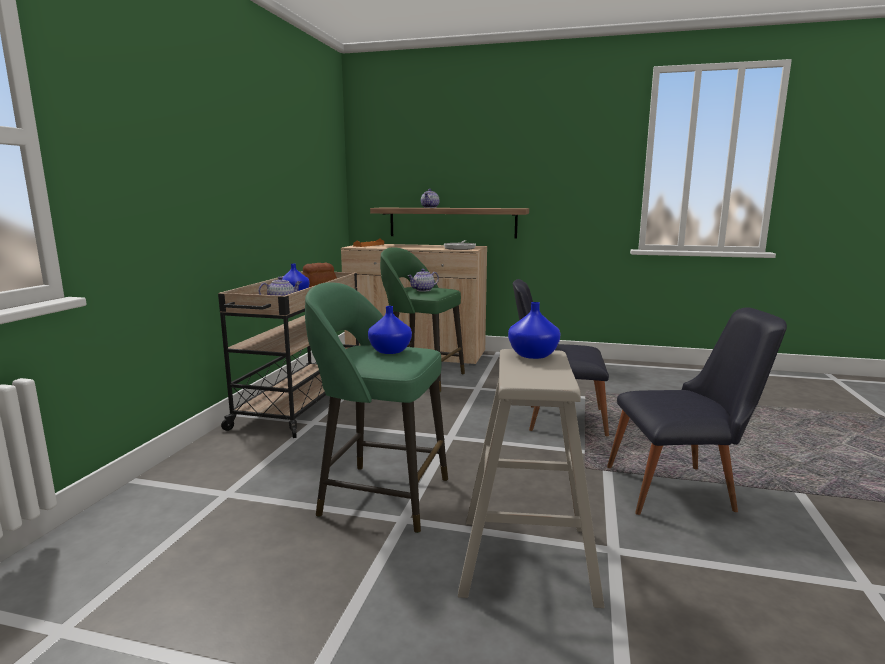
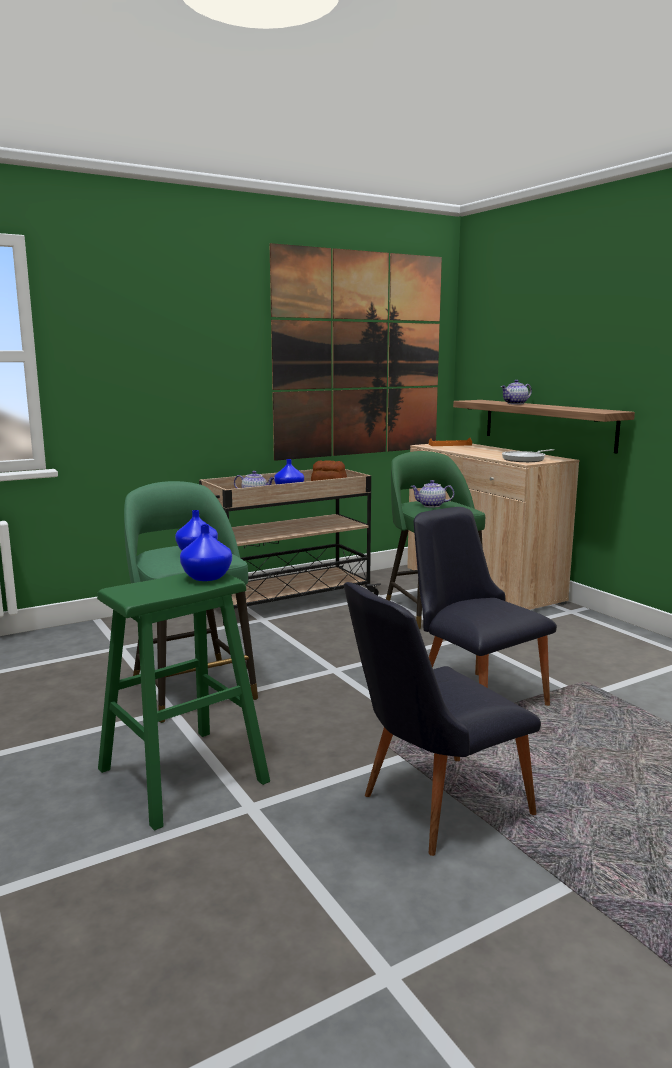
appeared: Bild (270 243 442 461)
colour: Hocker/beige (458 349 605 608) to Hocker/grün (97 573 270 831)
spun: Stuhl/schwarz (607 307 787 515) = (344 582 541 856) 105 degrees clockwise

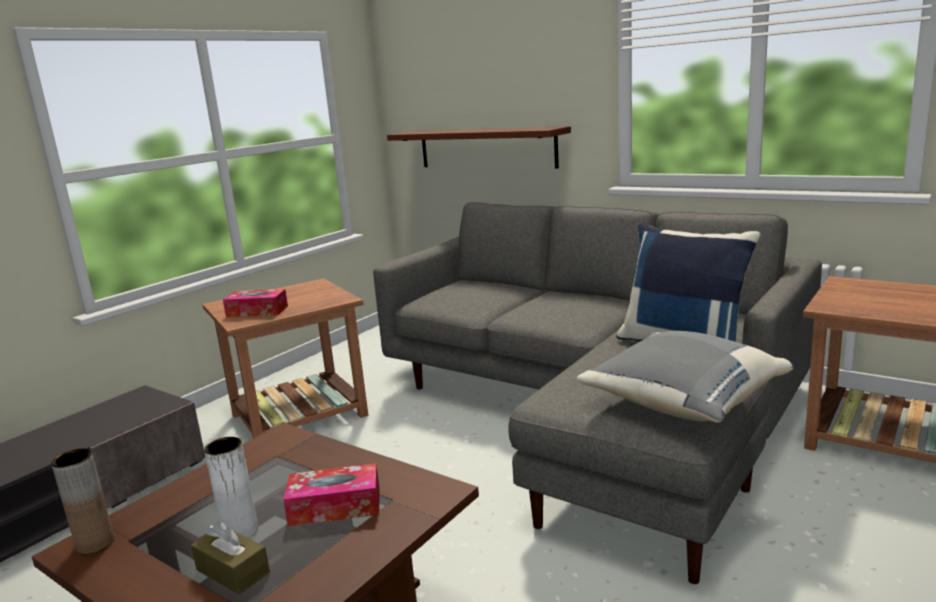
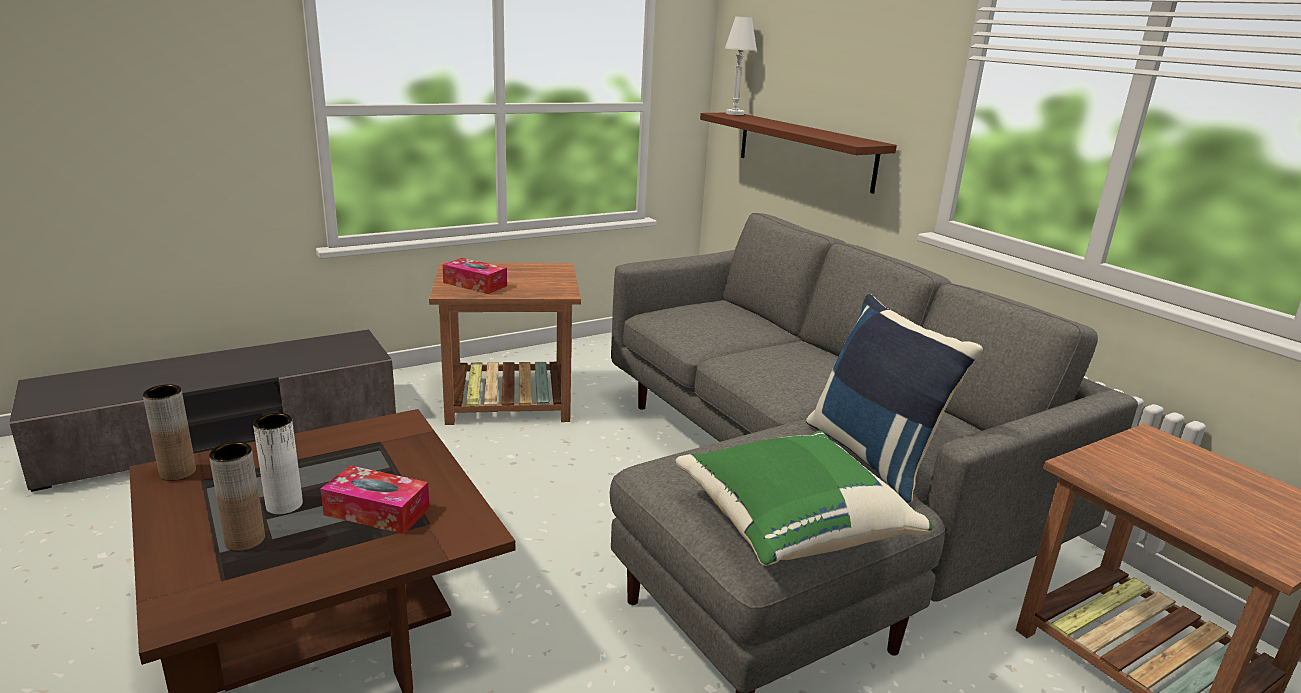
appeared: Tischlampe/weiß (725 17 757 115)
exchanged: Taschentuchbox/braun (191 521 270 595) to Vase/braun (209 442 265 551)
colour: Kissen/grau (577 331 793 423) to Kissen/grün (676 431 933 566)

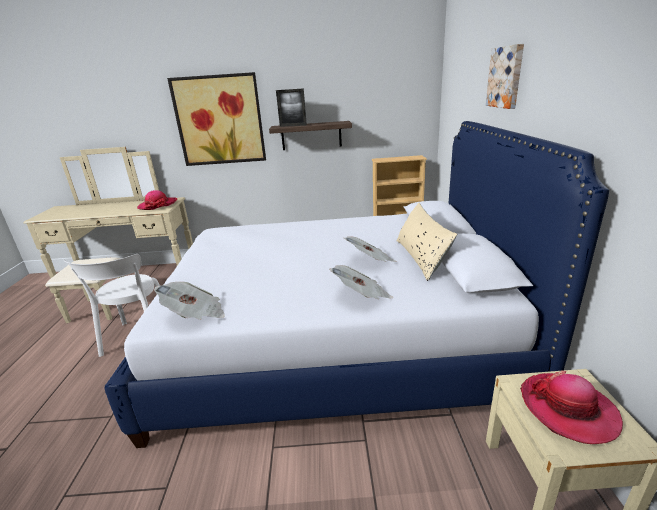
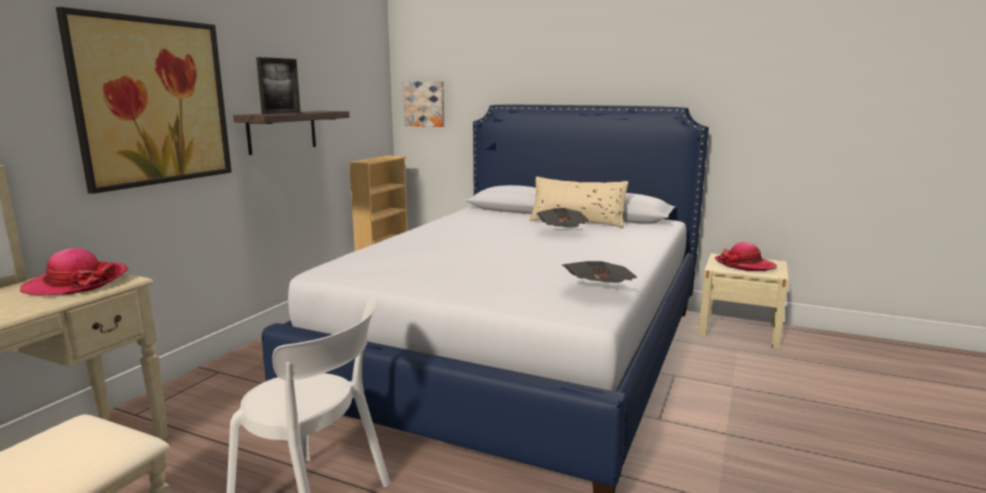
missing: Zeitung (329 265 393 300)
relocated: Bild (486 44 524 109) to (403 81 445 127)

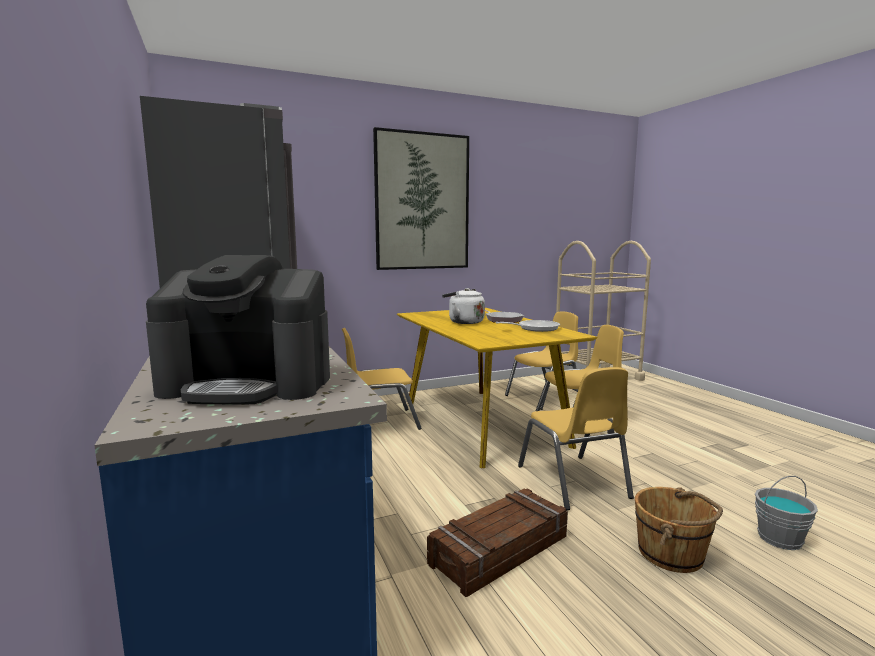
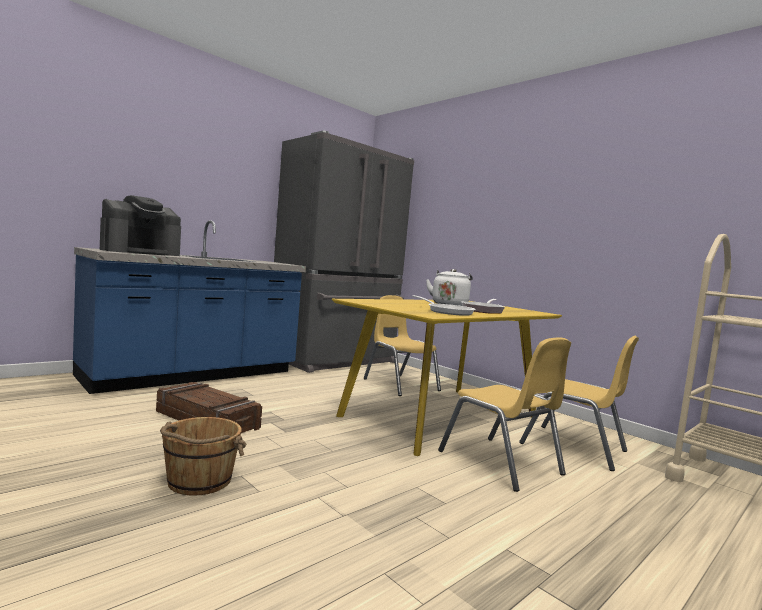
missing: Bild (373 127 469 270); Stuhl/gelb (518 367 634 510); Eimer/grau (755 476 818 550)
spun: Kaffeemaschine (146 255 330 404) = (100 195 181 256) 120 degrees counterclockwise

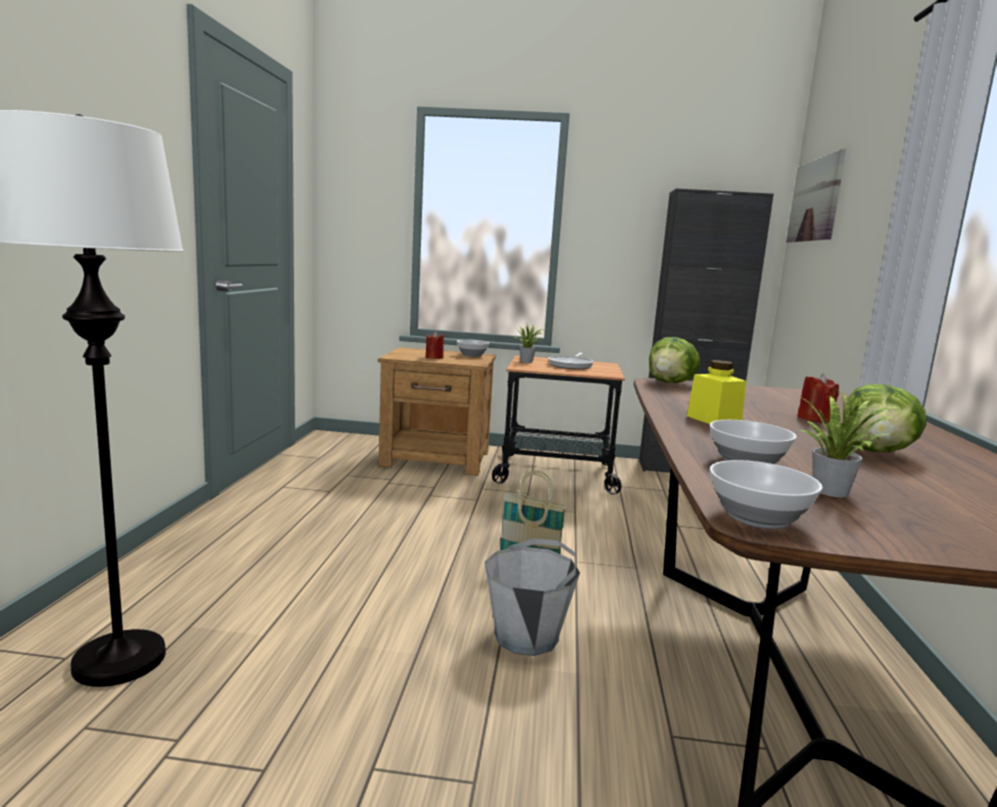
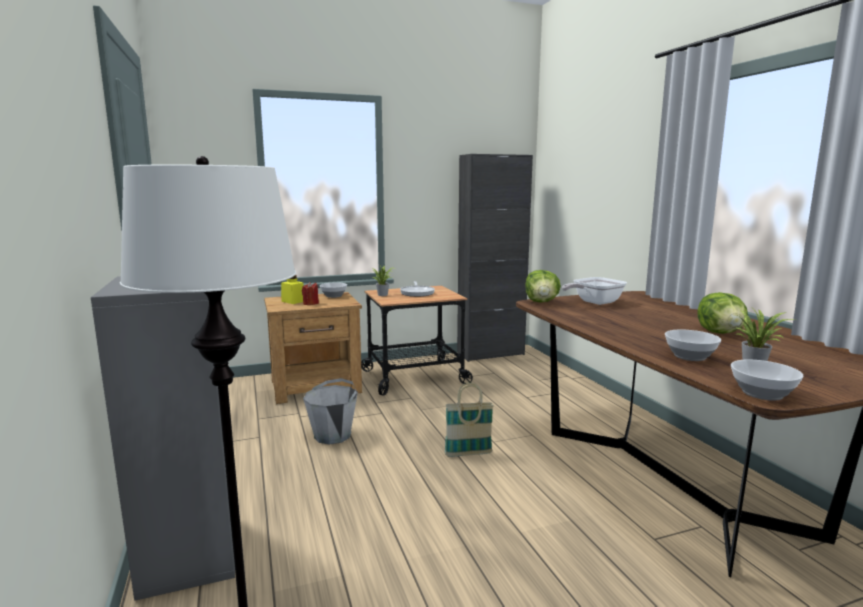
missing: Bild (786 149 846 243); Kerze/rot (797 374 839 423)
appeared: Bücherregal/grau (91 276 235 601); Pfanne (562 277 627 305)
relocated: Vorratsglas/gelb (687 360 746 424) to (281 275 304 304); Eimer/grau (485 539 580 656) to (303 378 358 445)

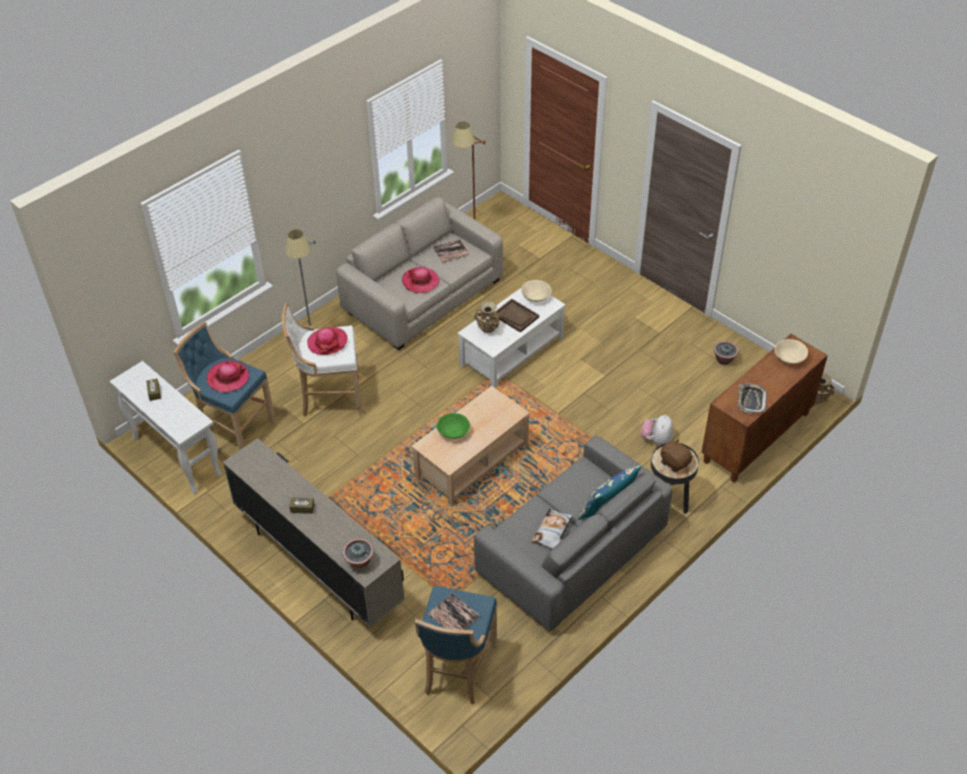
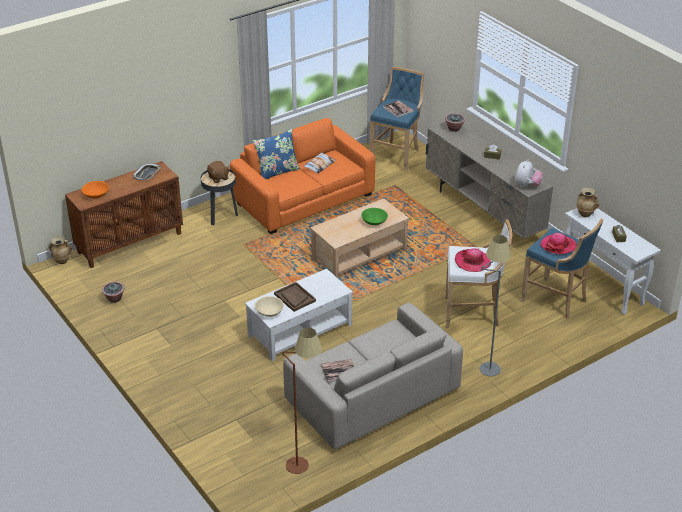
missing: Hut (402 266 440 293)
relocated: Vase/beige (474 301 499 333) to (576 187 600 217); Plüschtier (641 415 673 445) to (515 159 543 188)
colour: Schüssel/beige (775 339 808 364) to Schüssel/orange (82 181 109 199); Sofa/grau (474 436 672 631) to Sofa/orange (230 118 375 234)

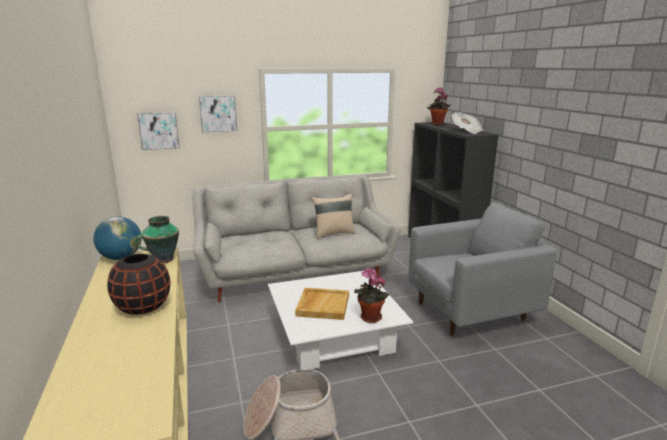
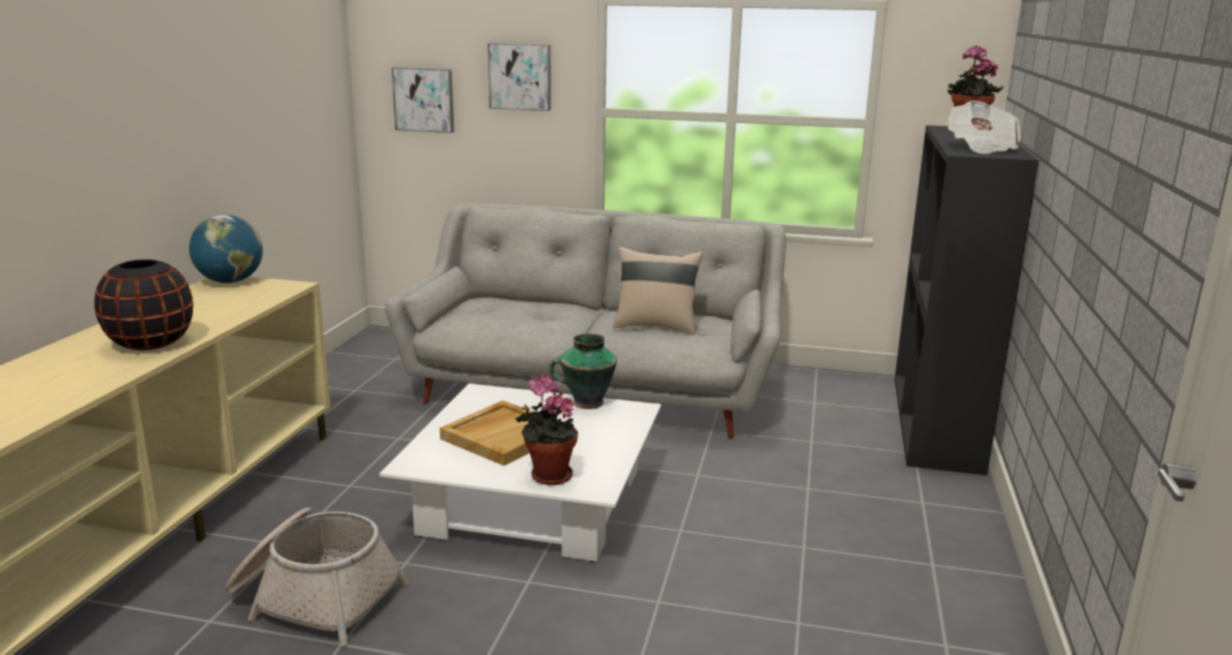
missing: Sessel/grau (408 202 557 336)
relocated: Vase (135 216 179 263) to (549 333 617 409)

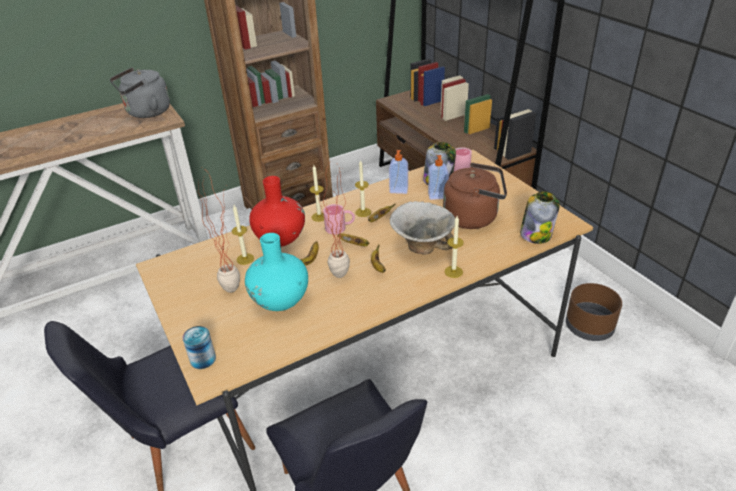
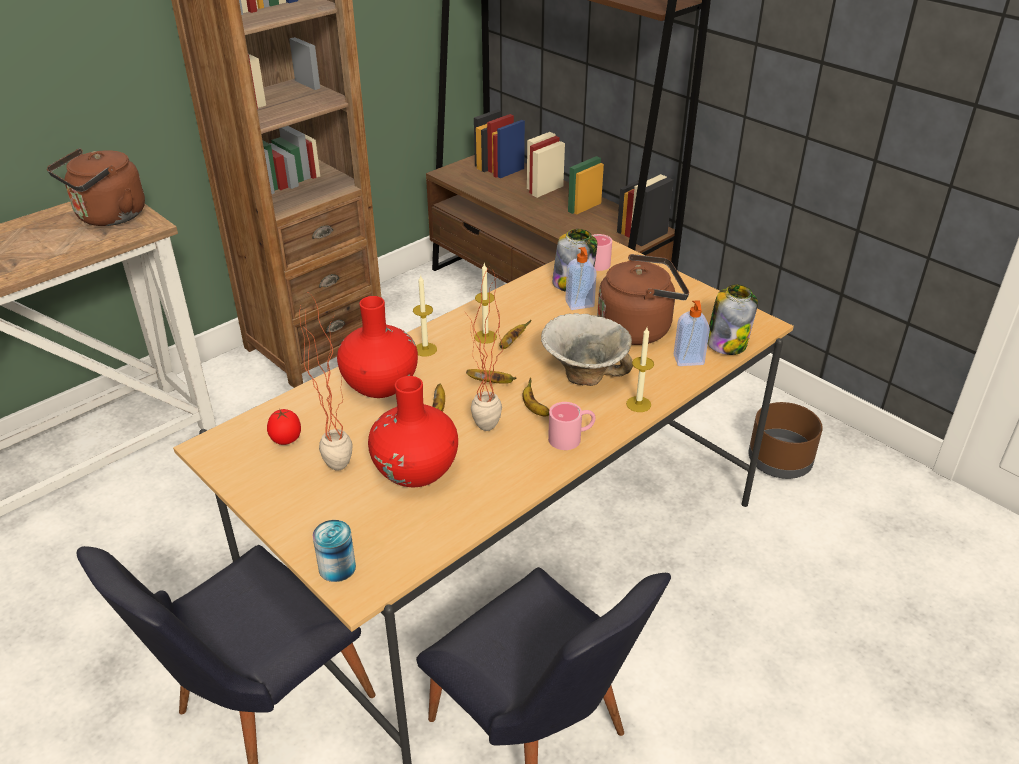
missing: Kerze (232 205 254 265)
appeared: Tomate (267 408 301 445)
relocated: Seifenspender (389 150 408 194) to (673 300 710 366); Henkelbecher/rosa (323 204 355 234) to (548 402 596 450)
colour: Wasserkessel/grau (110 67 170 118) to Wasserkessel/braun (47 148 145 226); Vase/türkis (245 233 308 311) to Vase/rot (368 376 458 487)

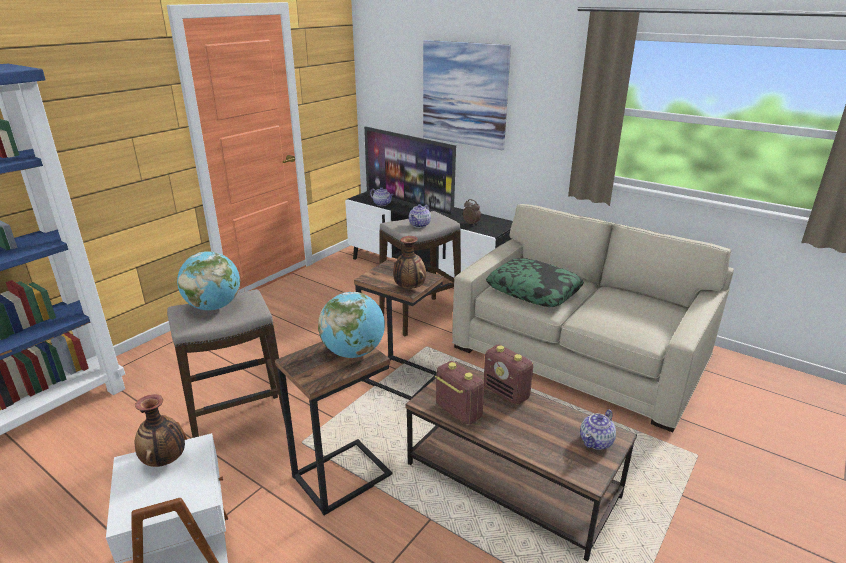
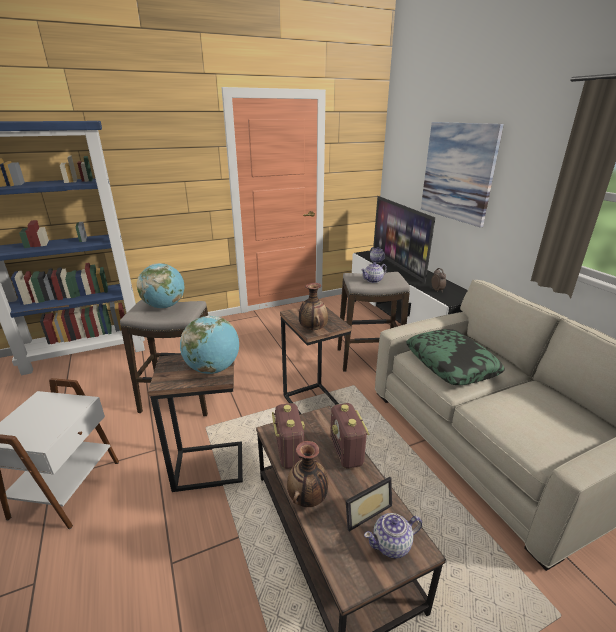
appeared: Bilderrahmen (346 477 392 532)
relocated: Vase (135 394 185 467) to (287 441 328 507)

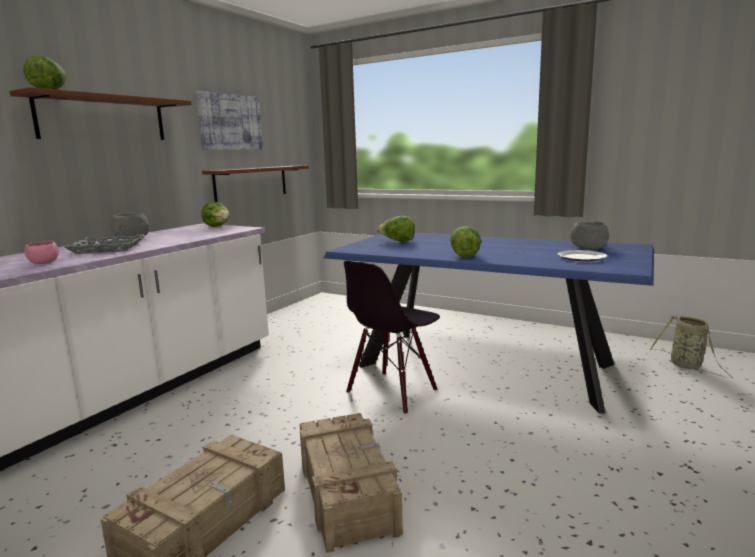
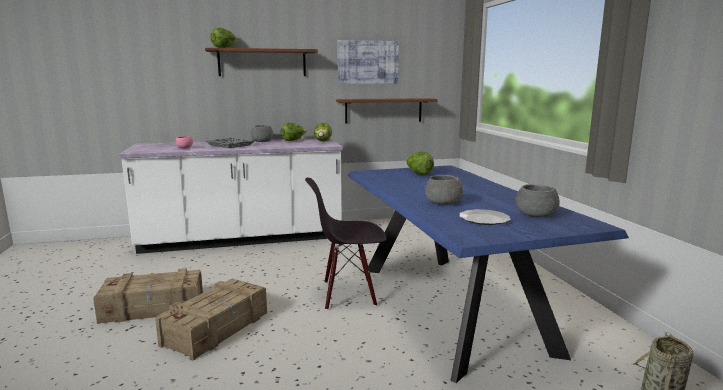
appeared: Schüssel/grau (425 175 463 205)
relocated: Salatkopf (450 226 481 257) to (281 123 307 141)

